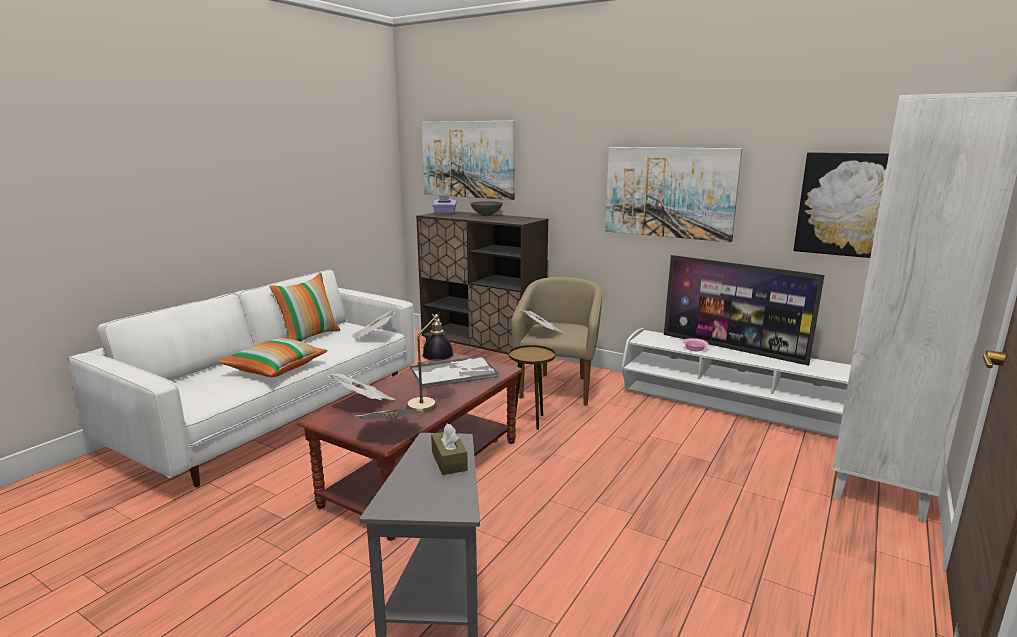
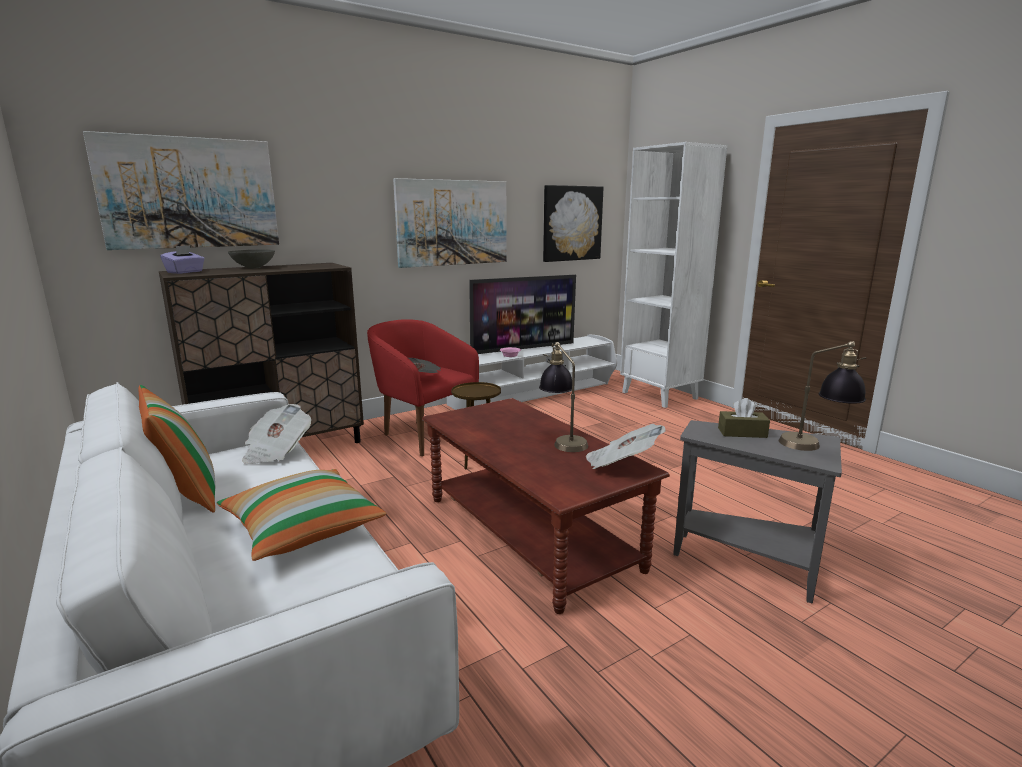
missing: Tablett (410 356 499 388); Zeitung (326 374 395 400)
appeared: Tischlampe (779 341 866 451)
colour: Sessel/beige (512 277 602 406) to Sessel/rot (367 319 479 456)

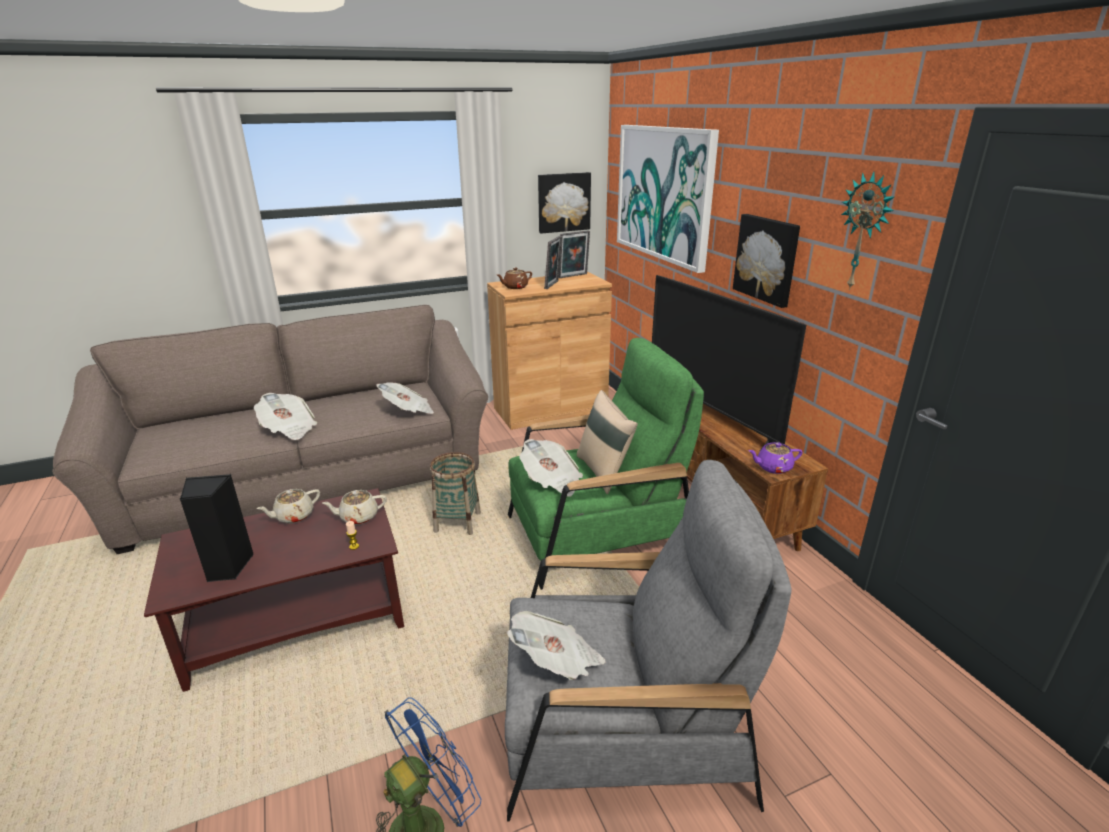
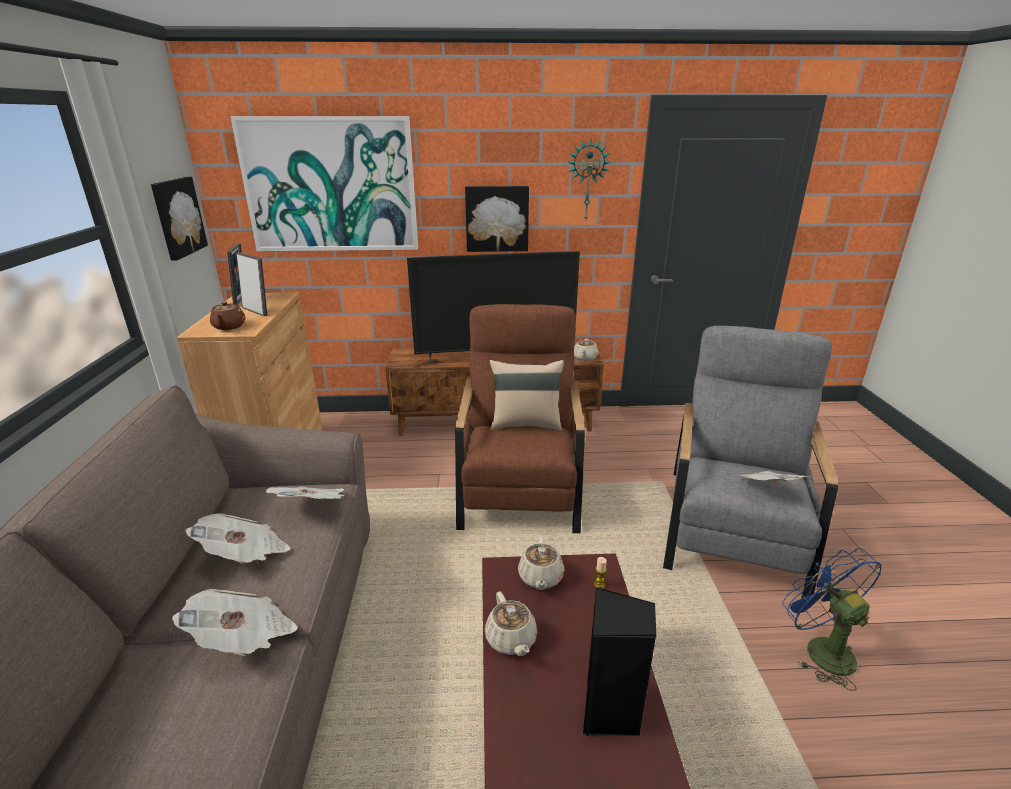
missing: Korb (430 452 481 535)
relocated: Zeitung (519 439 583 497) to (186 513 291 563)
colour: Sessel/grün (508 338 704 590) to Sessel/braun (455 304 585 533); Teekanne/lila (748 442 802 474) to Teekanne/beige (574 339 599 361)

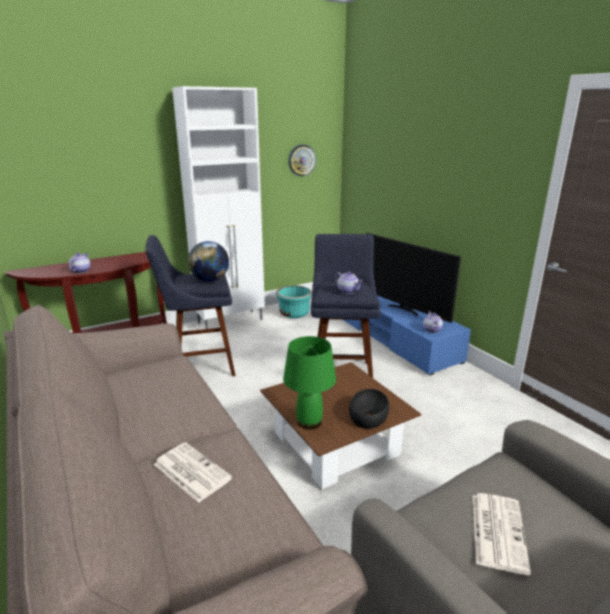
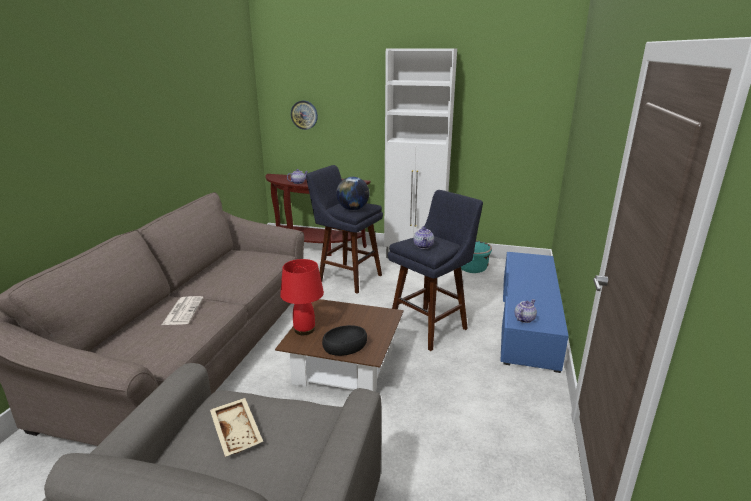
missing: Fernseher (366 233 461 323)
relocated: Wanduhr (288 145 316 176) to (291 101 318 130)
exchanged: Zeitung (473 493 531 575) to Tablett/beige (210 398 263 457)
colour: Tischlampe/grün (283 336 336 430) to Tischlampe/rot (280 259 324 335)

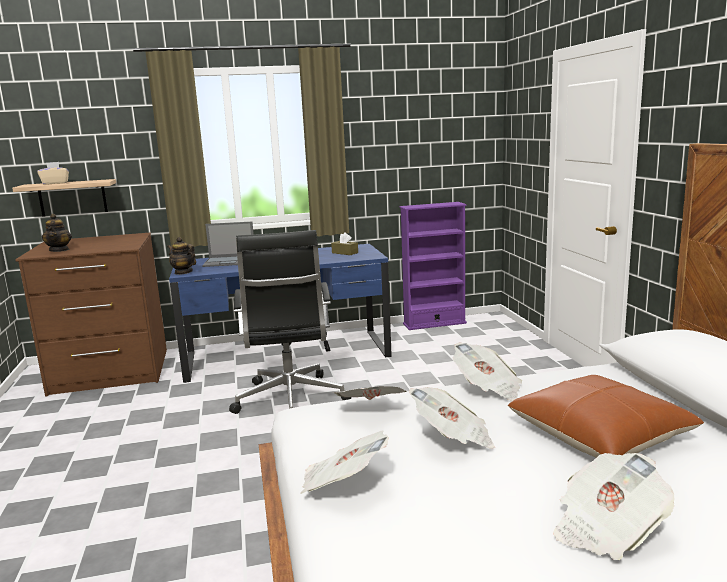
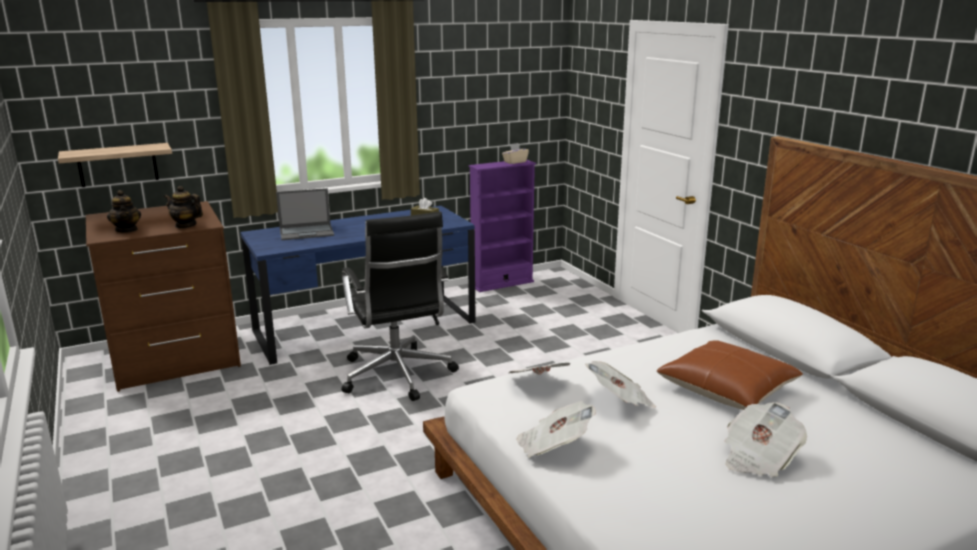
missing: Zeitung (452 343 522 401)
relocated: Taschentuchbox/beige (37 162 69 185) to (502 143 529 164); Teekanne (167 237 196 275) to (164 186 203 228)

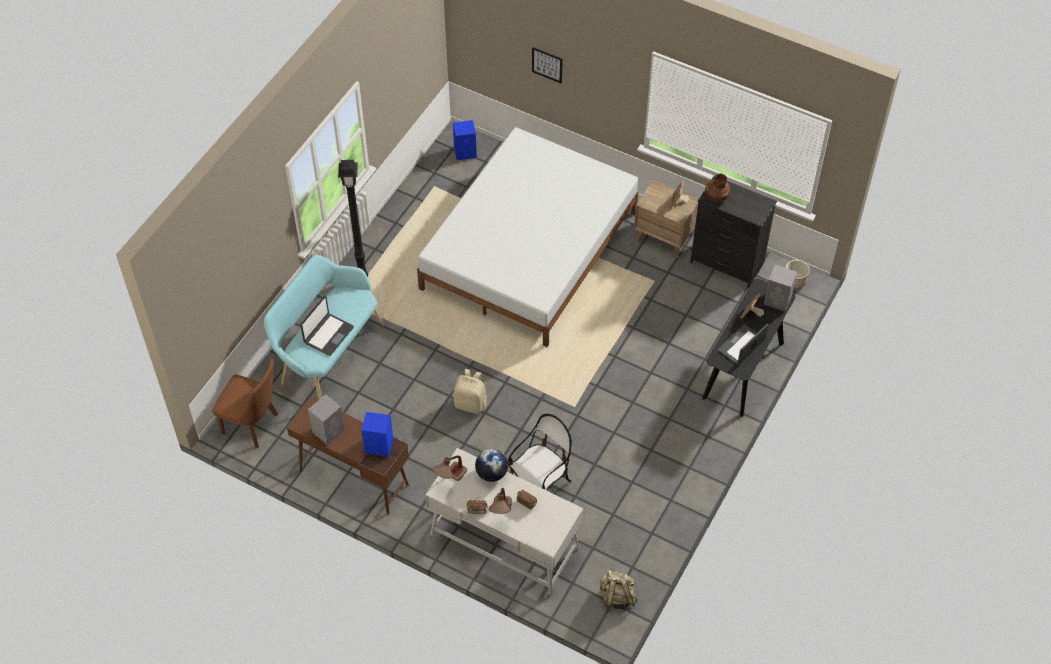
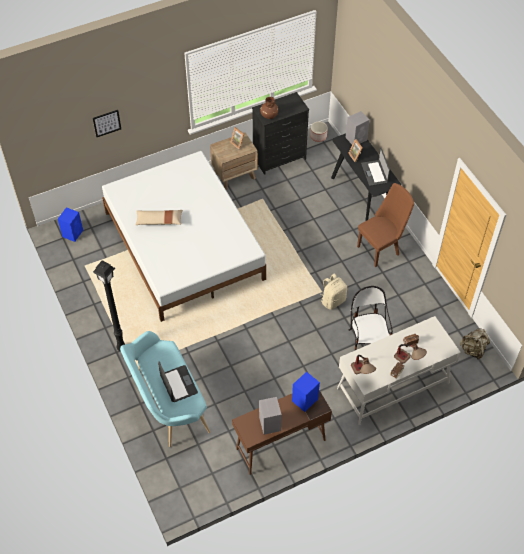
missing: Globus (475 449 508 482)
appeared: Kissen/beige (135 210 183 225)
relocated: Stuhl/braun (212 359 278 448) to (357 183 414 267); Rucksack/beige (453 369 487 414) to (320 274 347 310)

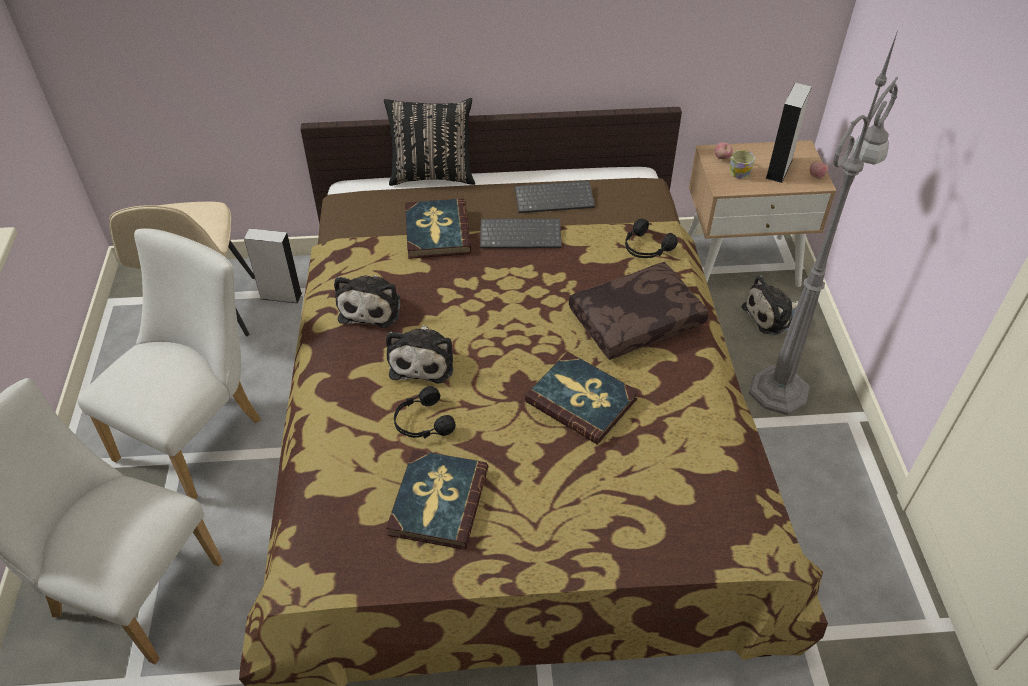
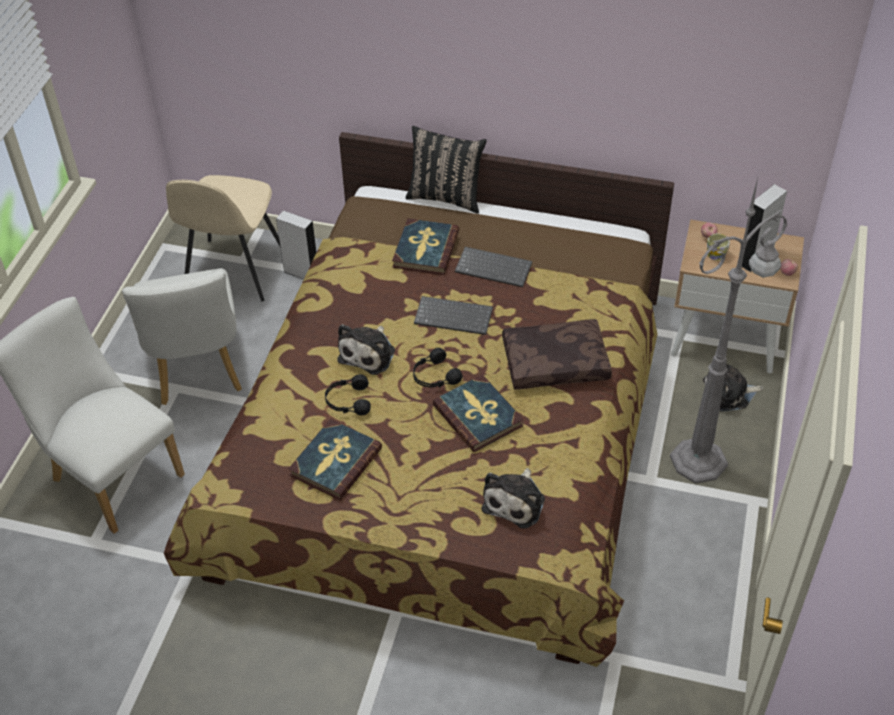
relocated: Tastatur (515 181 595 213) to (414 296 493 335); Kopfhörer/schwarz (625 219 678 258) to (413 348 463 388); Plüschtier (334 275 400 328) to (482 468 545 529)
spun: Stuhl/weiß (77 229 261 500) = (122 268 242 405) 120 degrees clockwise

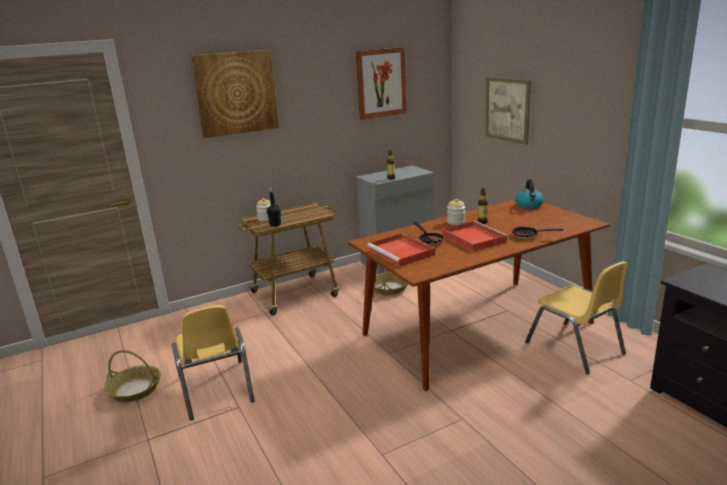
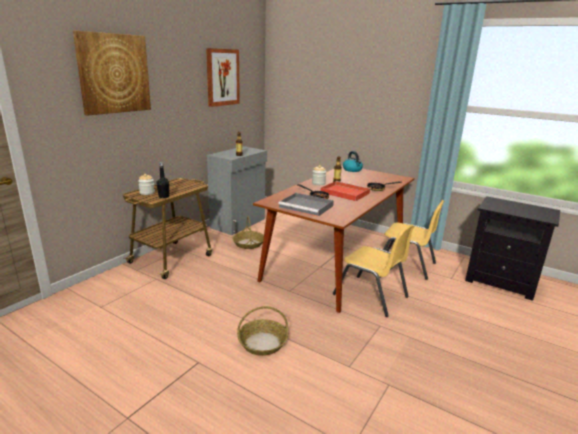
missing: Bild (485 77 531 145)
relocated: Stuhl/gelb (171 305 255 420) to (333 224 414 317); Korb (104 350 161 402) to (237 306 288 356)
colour: Tablett/rot (367 233 435 267) to Tablett/grau (278 193 334 216)

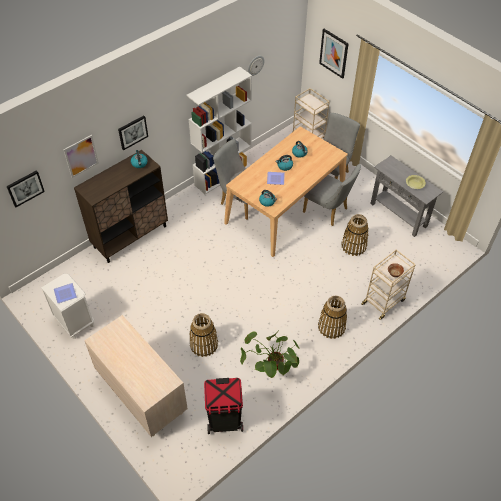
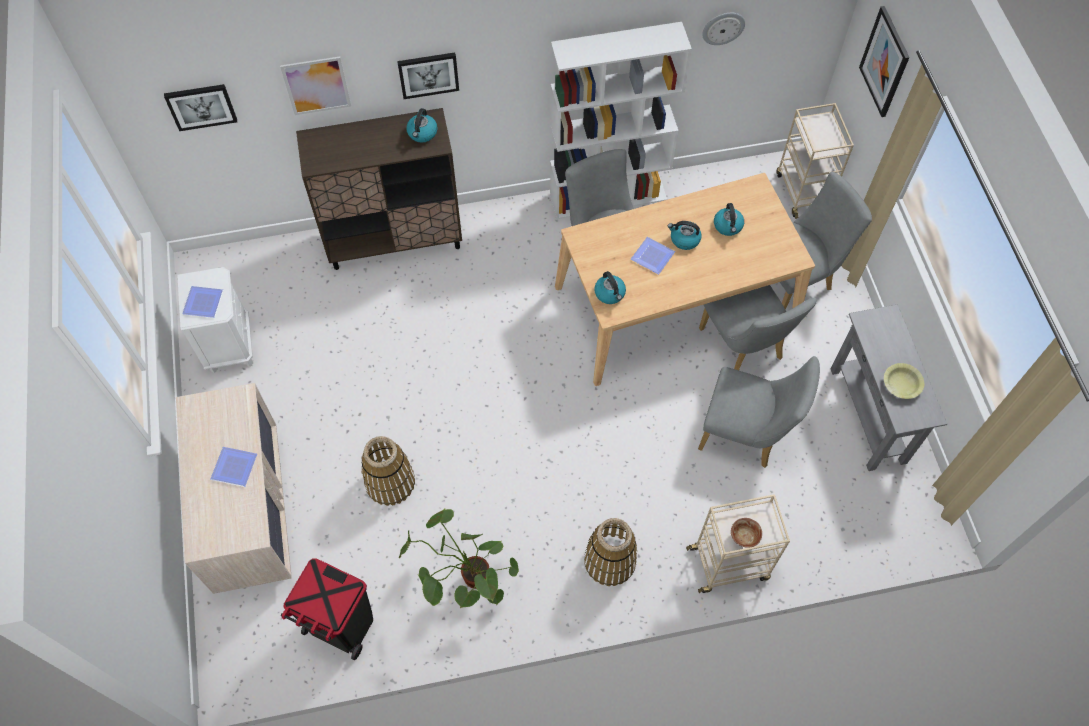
appeared: Teller (210 447 257 487)
exchanged: Korb (341 214 368 256) to Stuhl/grau (698 356 820 468)

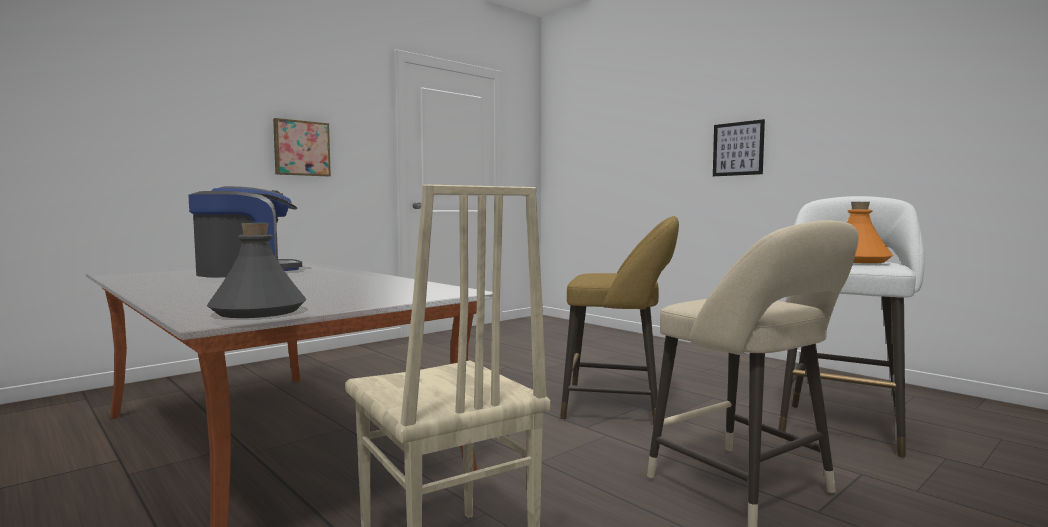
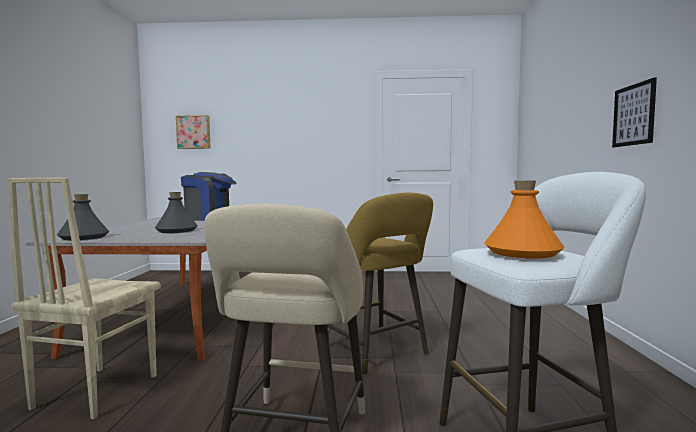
appeared: Flasche/grau (155 192 198 233)
relocated: Bild (273 118 331 176) to (176 115 211 149)

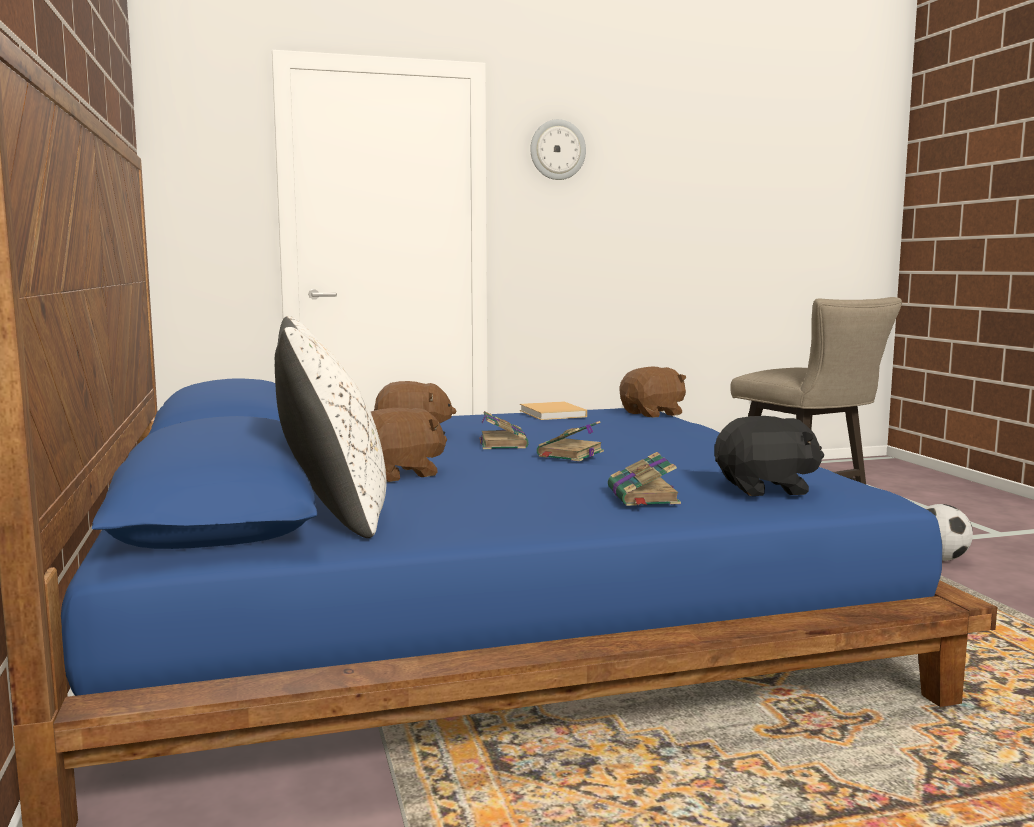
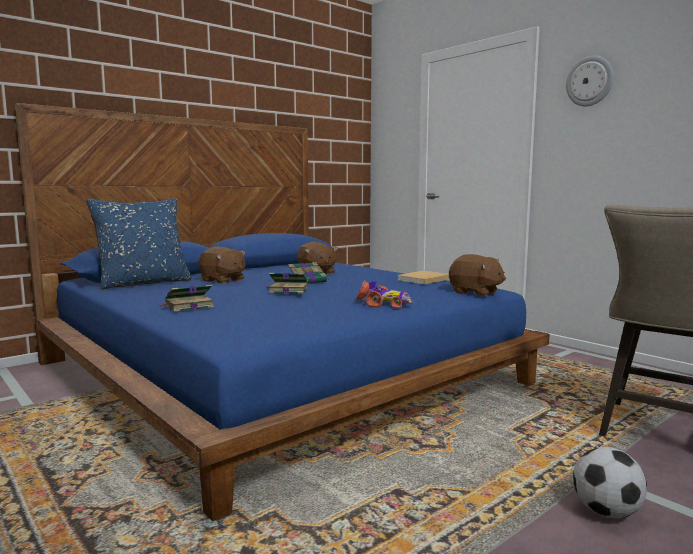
missing: Plüschtier/schwarz (714 416 824 496)
appeared: Spielzeugauto (356 281 414 309)
colour: Kissen/weiß (275 316 387 538) to Kissen/blau (86 198 191 289)

